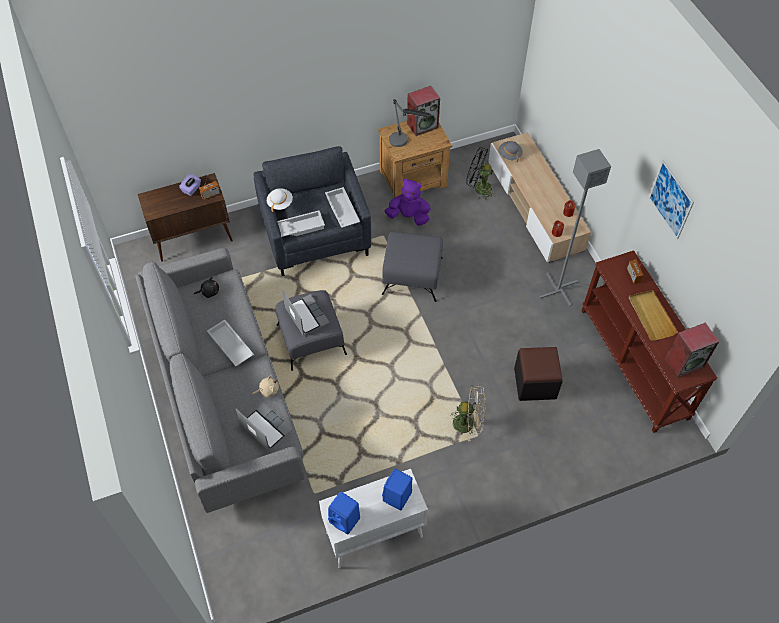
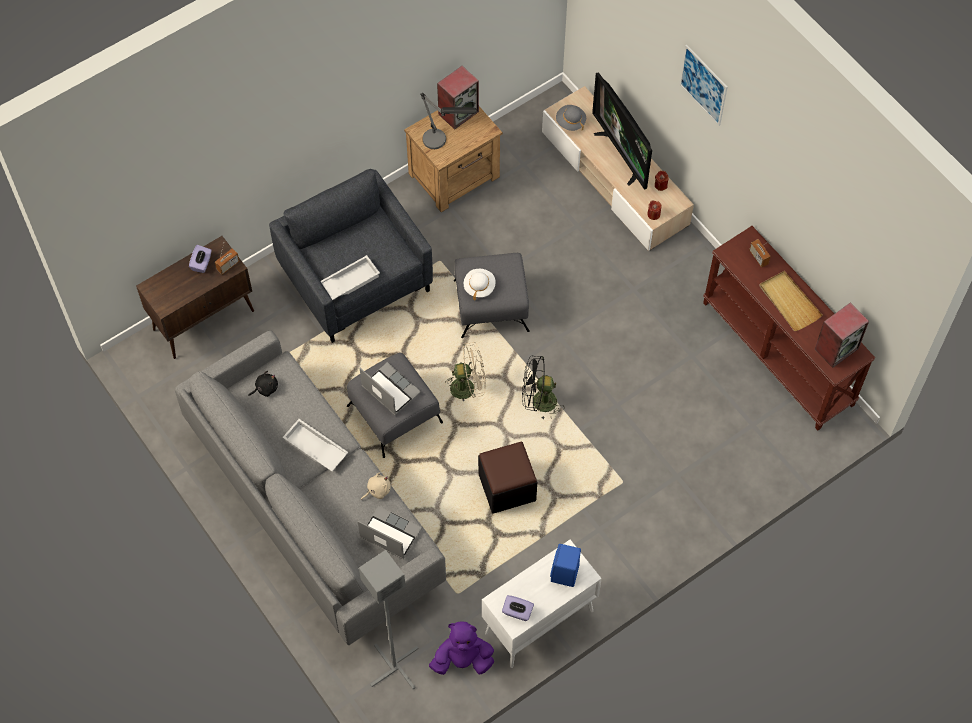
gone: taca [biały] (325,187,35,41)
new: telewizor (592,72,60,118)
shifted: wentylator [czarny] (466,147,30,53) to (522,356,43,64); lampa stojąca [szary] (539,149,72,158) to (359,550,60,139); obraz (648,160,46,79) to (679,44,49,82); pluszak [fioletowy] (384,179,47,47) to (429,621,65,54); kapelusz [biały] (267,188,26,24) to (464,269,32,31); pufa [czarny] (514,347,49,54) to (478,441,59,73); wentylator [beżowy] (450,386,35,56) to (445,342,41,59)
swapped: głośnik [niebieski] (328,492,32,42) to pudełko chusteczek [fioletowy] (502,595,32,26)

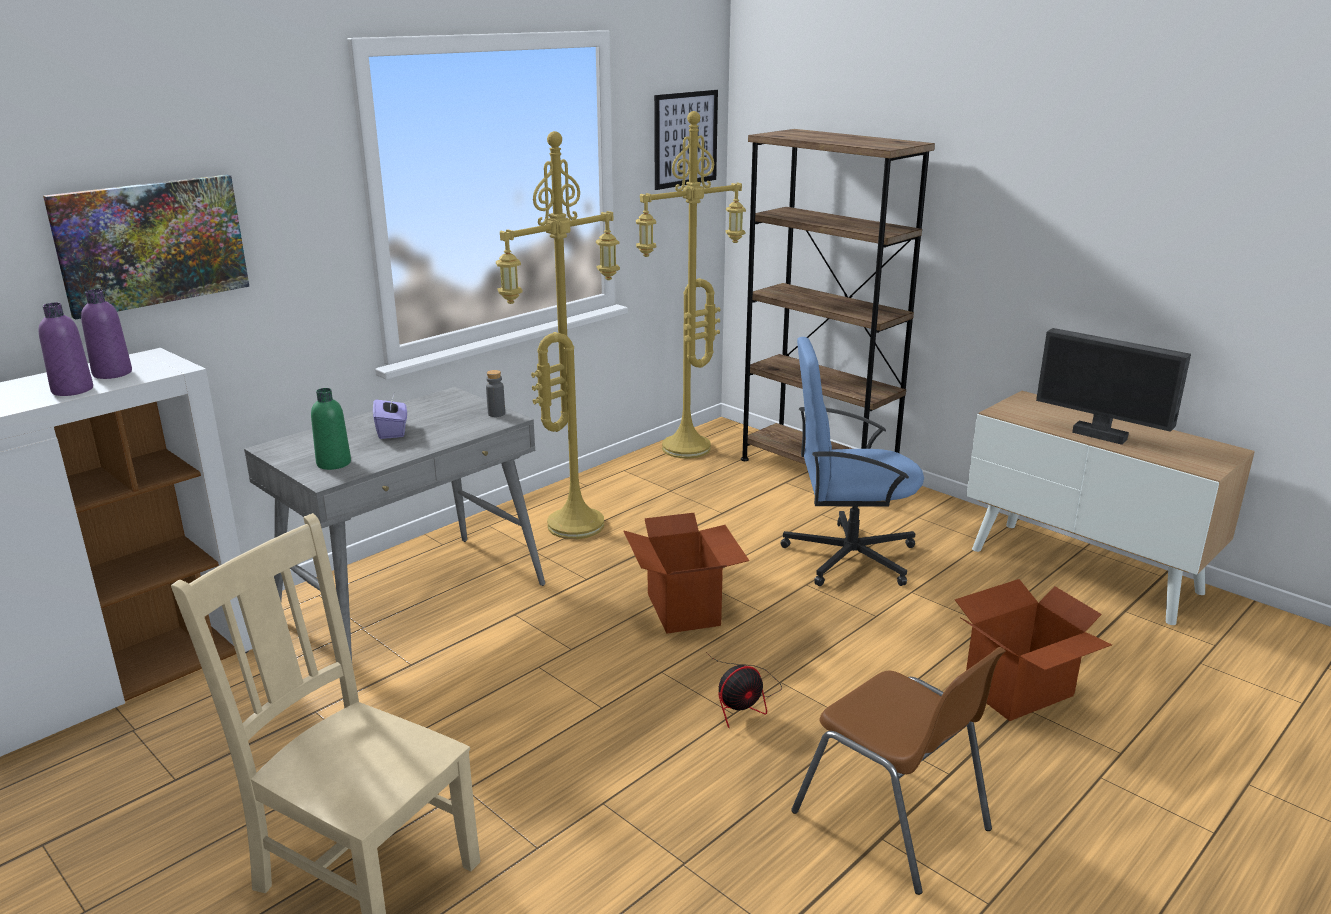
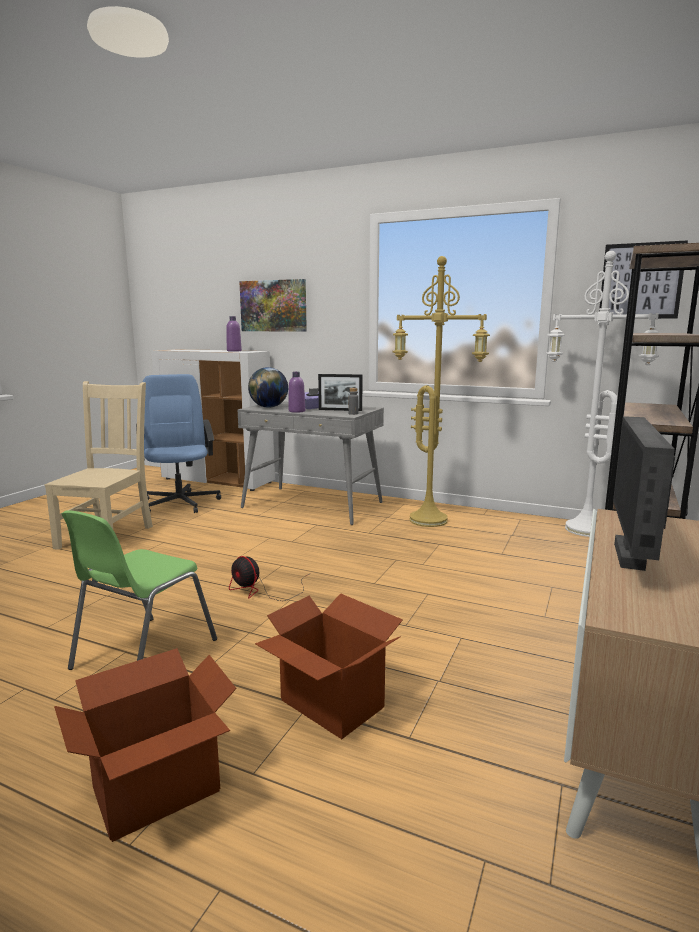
new: ramka na zdjęcie (318,374,44,37)
shifted: butelka [fioletowy] (39,303,54,93) to (288,372,17,41); krzesło biurowe [niebieski] (780,337,144,249) to (136,374,85,139); karton (623,513,126,121) to (54,648,183,194)
swapped: butelka [zielony] (311,388,40,82) to globus (248,367,40,41)
repainted: lampa stojąca [żółty] (636,111,110,348) to lampa stojąca [biały] (546,251,113,286); krzesło [brązowy] (791,647,215,248) to krzesło [zielony] (62,510,155,160)

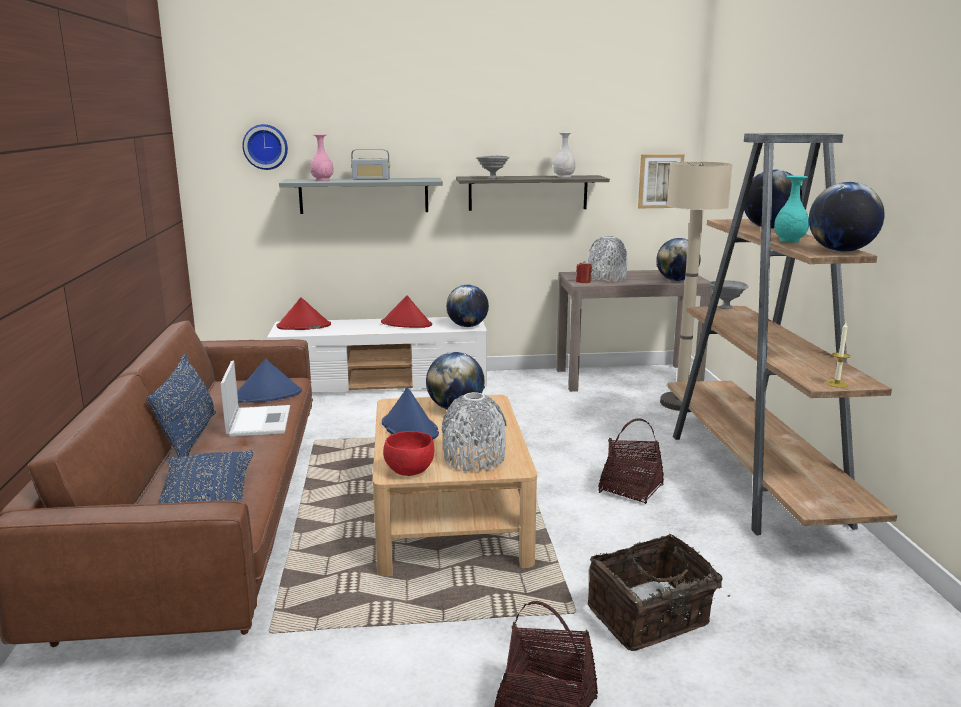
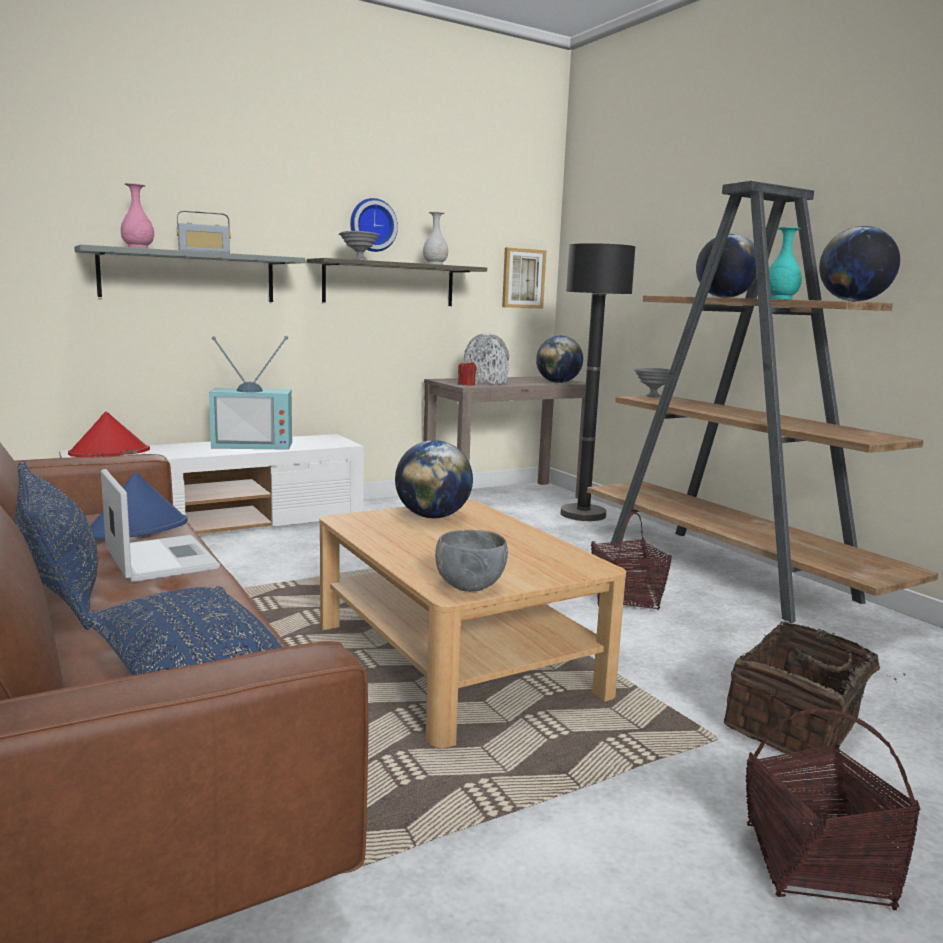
gone: globus (446,285,43,42); świeca (826,323,24,65); kapelusz [niebieski] (382,387,57,52); wazon [szary] (442,392,64,80)
shifted: zegar ścienny (242,124,46,46) to (350,198,48,54)
swapped: kapelusz [czerwony] (381,295,51,33) to telewizor (209,336,83,114)
repainted: lampa stojąca [beżowy] (660,162,72,249) to lampa stojąca [czarny] (560,243,75,278); miska [czerwony] (383,431,51,45) to miska [szary] (435,530,73,62)

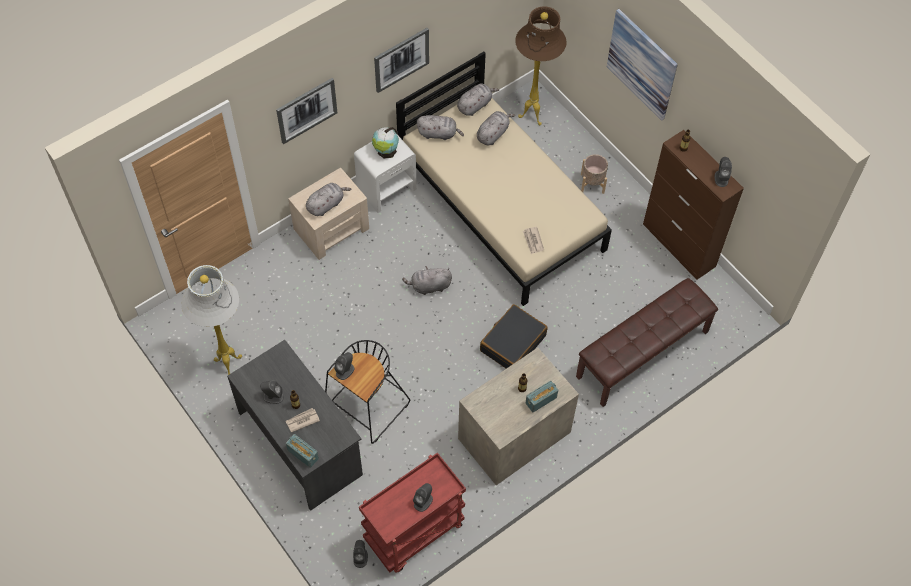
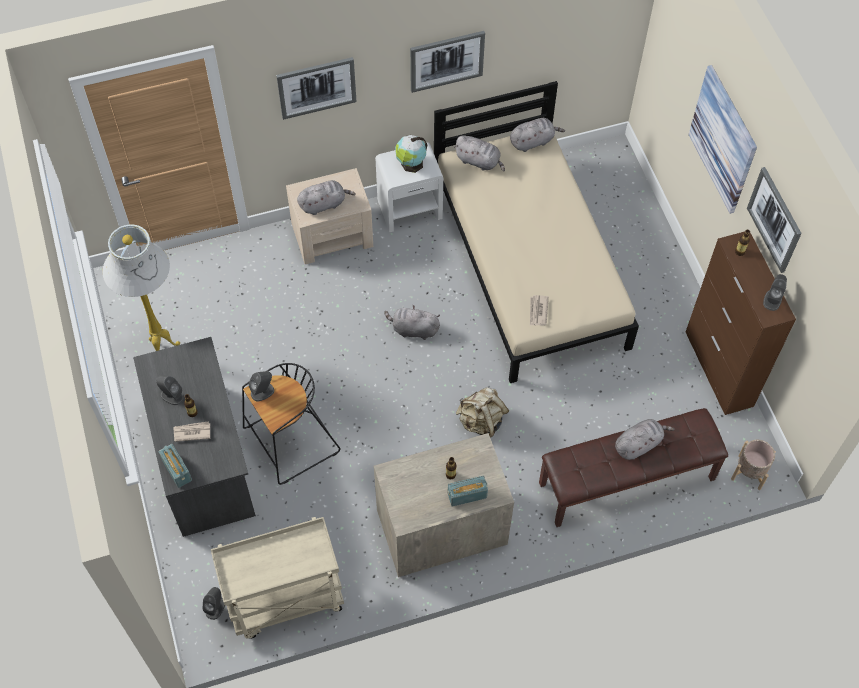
gone: lampa stojąca [brązowy] (515,6,51,119); głośnik [szary] (413,483,20,29)
new: obraz (747,167,55,106)
shifted: pluszak [szary] (477,111,38,34) to (615,419,59,41); donica [beżowy] (581,154,27,40) to (731,440,45,50)
swapped: walizka [czarny] (480,304,68,65) to plecak [beżowy] (456,387,53,51)
repainted: wózek [czerwony] (359,453,107,120) to wózek [beżowy] (210,517,134,122)

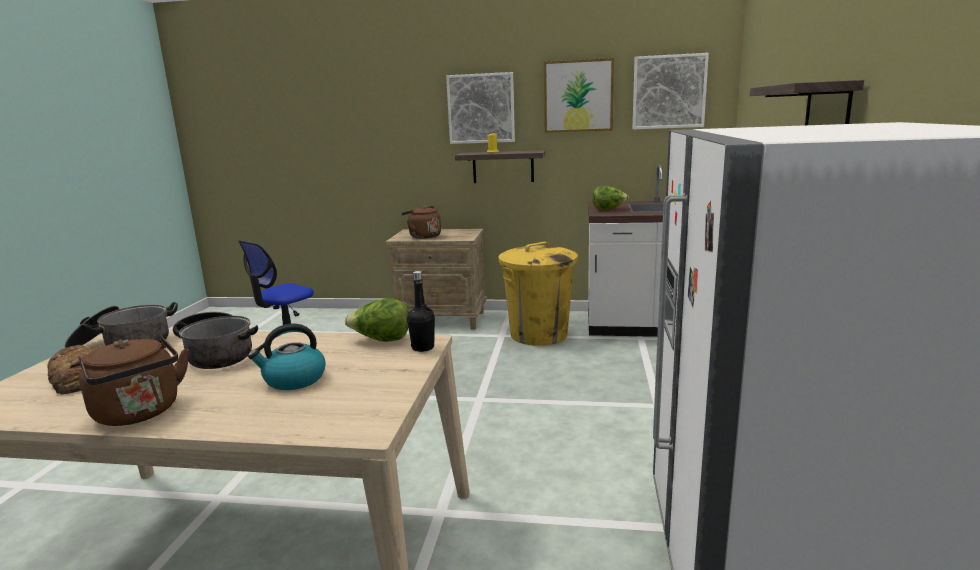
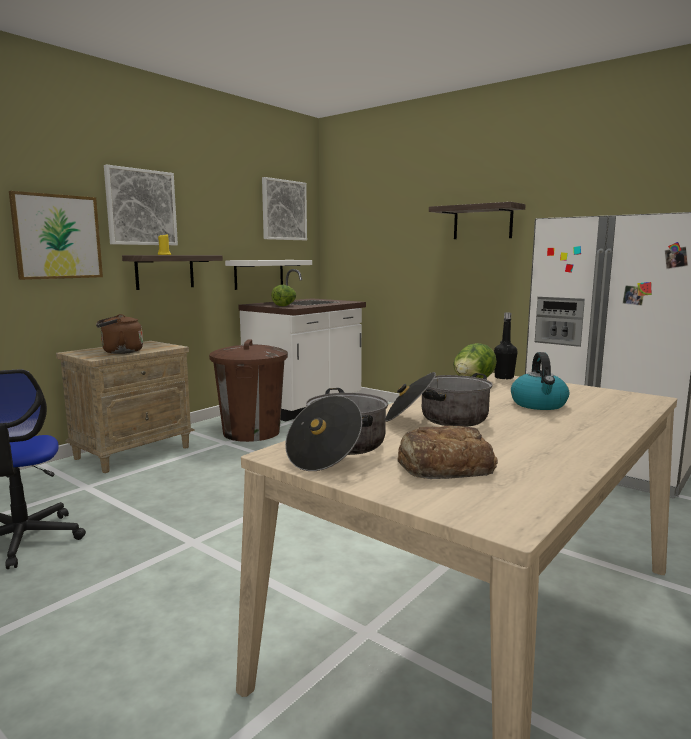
gone: czajnik [brązowy] (78,335,111,91)
new: półka [biały] (225,260,87,30)
shifted: obraz (544,58,70,75) to (9,191,94,89)
repainted: kosz na śmieci [żółty] (498,242,80,104) to kosz na śmieci [brązowy] (209,340,79,102)

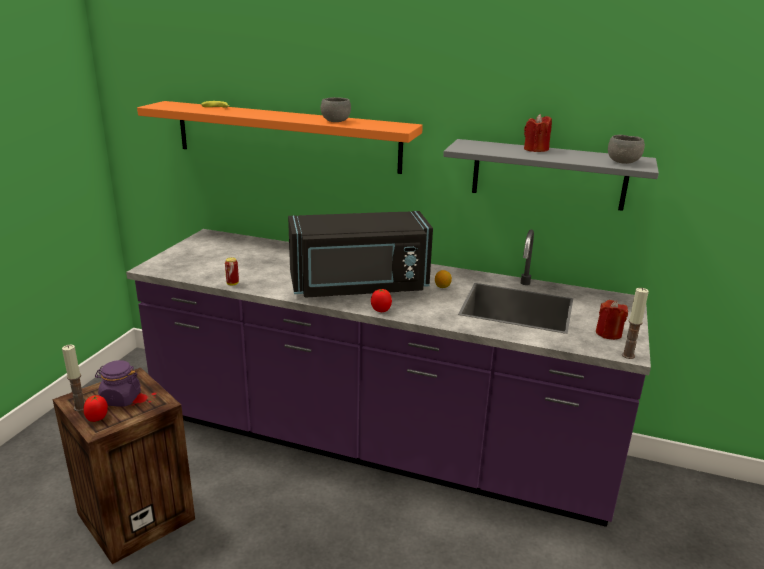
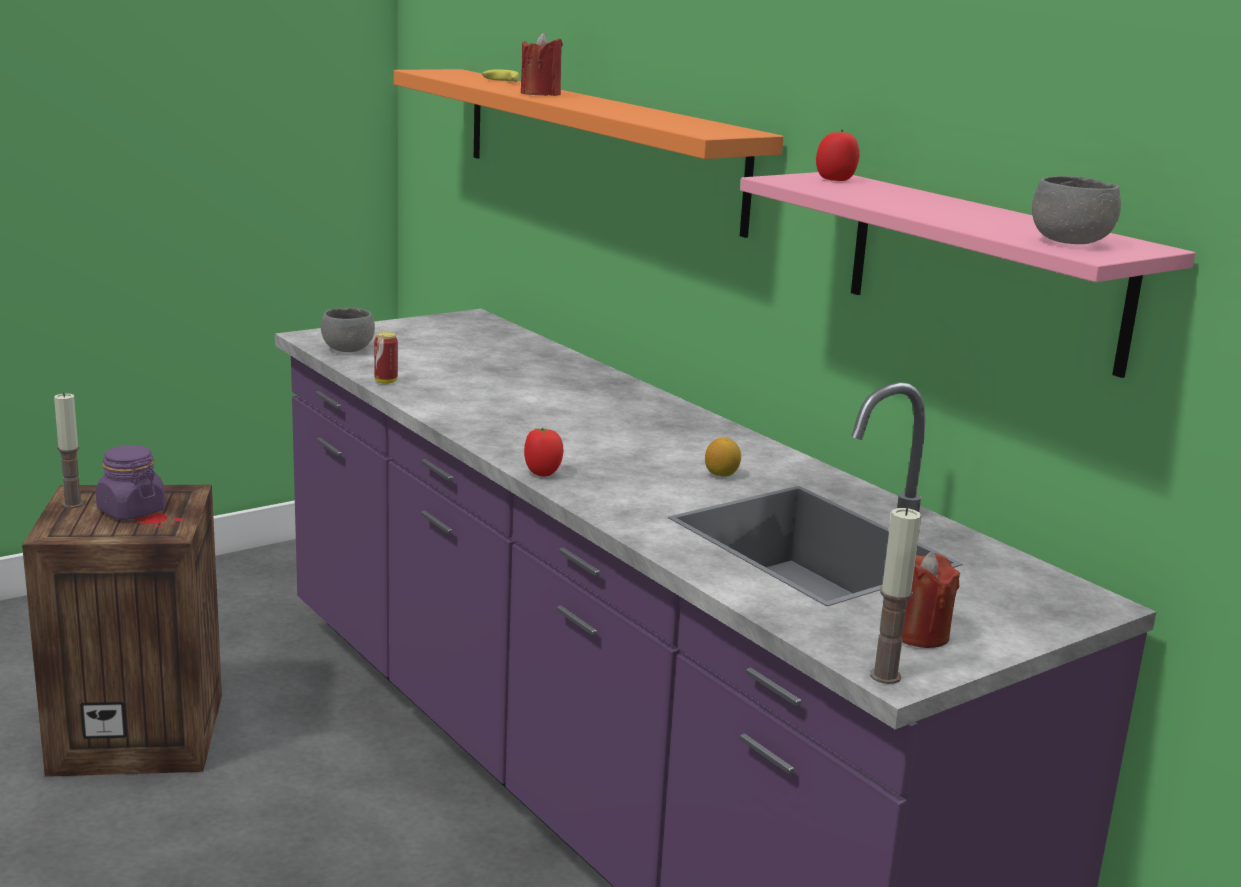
gone: mikrofalówka [czarny] (288,211,145,87)
shifted: miska [szary] (321,97,30,25) to (321,308,54,44); świeca [czerwony] (524,114,28,38) to (521,33,42,63); pomidor (84,395,24,27) to (816,129,44,52)
repainted: półka [szary] (443,139,216,72) to półka [różowy] (740,172,455,206)

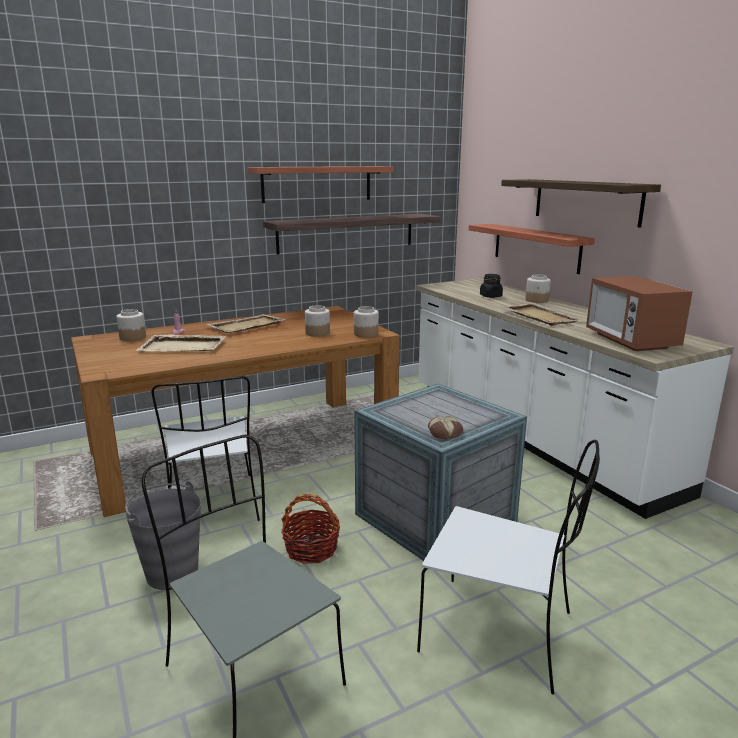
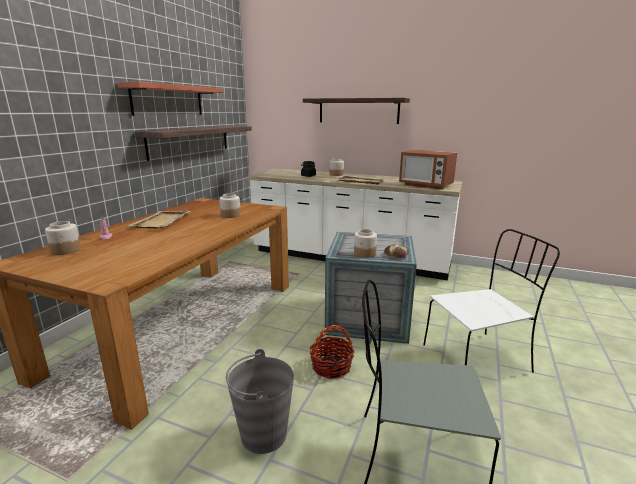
gone: półka (469,224,126,50); taca [beżowy] (136,335,90,17); krzesło [biały] (151,376,109,145)
shifted: słoik (354,306,25,32) to (354,229,23,29)

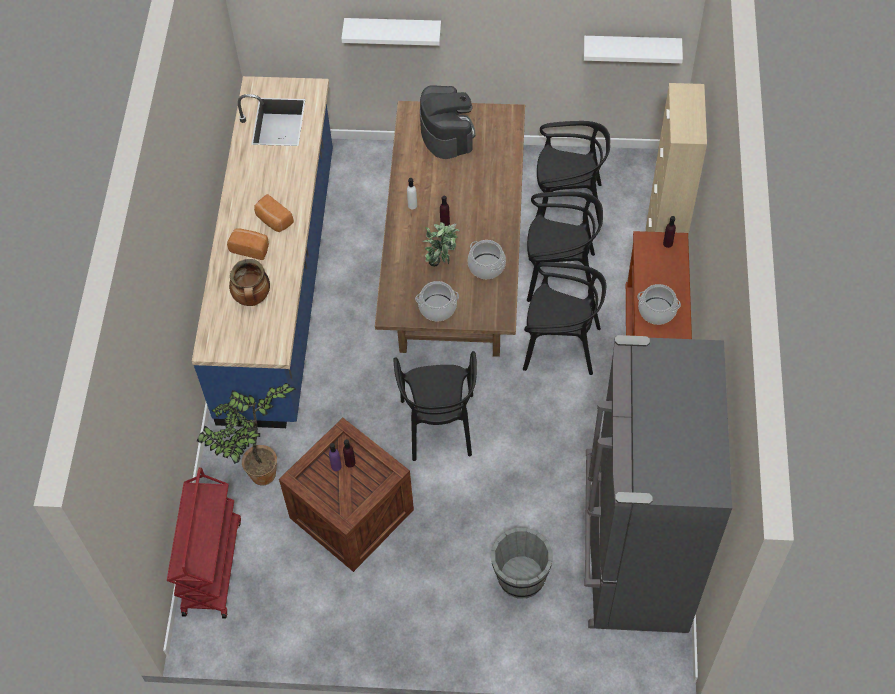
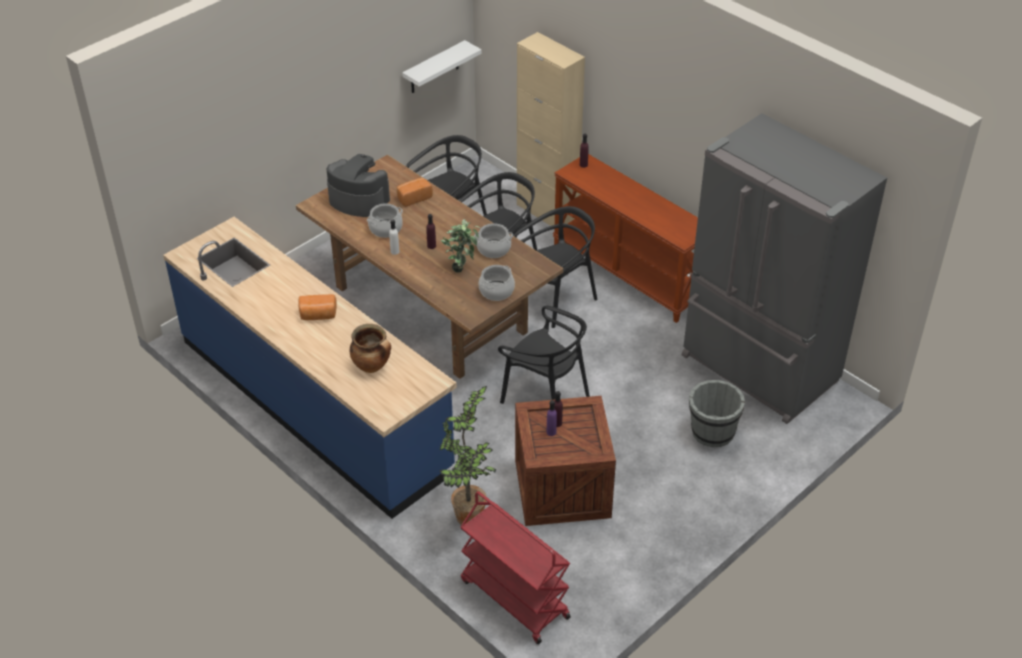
gone: półka [biały] (341,18,100,28)
shifted: chleb (227,228,42,32) to (397,178,36,29); garnek (637,284,44,41) to (367,203,36,35)

